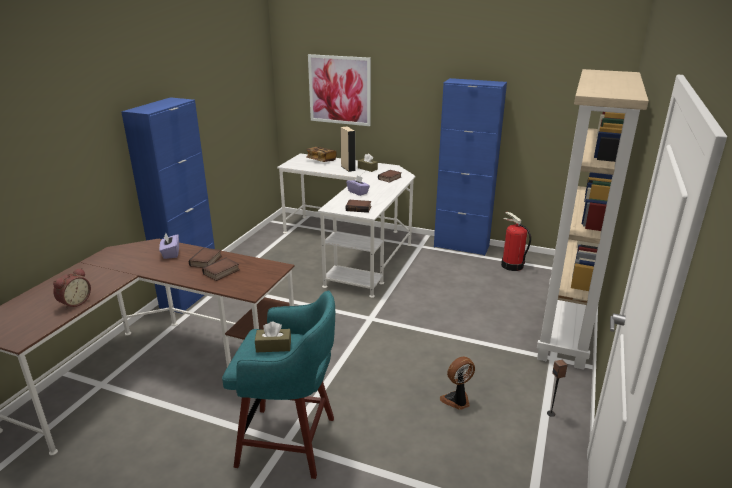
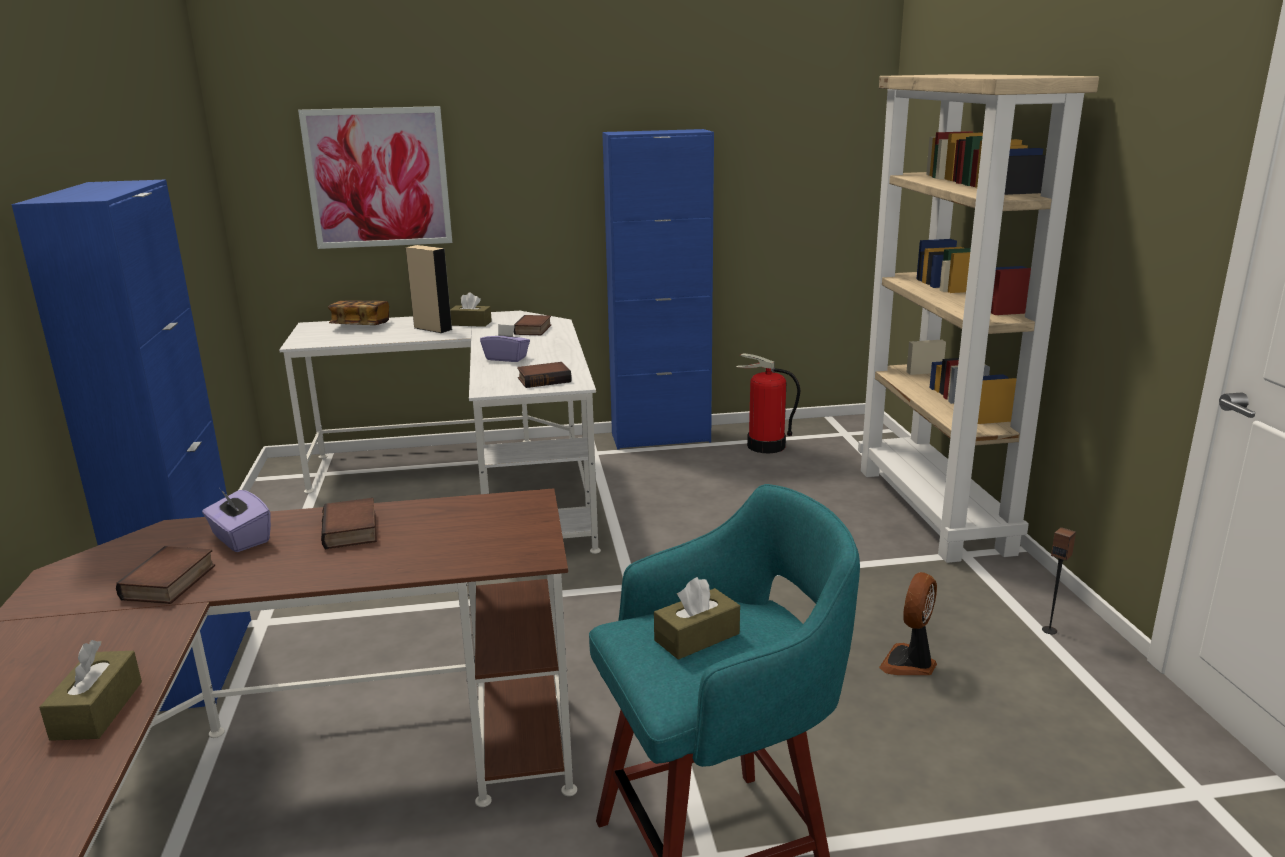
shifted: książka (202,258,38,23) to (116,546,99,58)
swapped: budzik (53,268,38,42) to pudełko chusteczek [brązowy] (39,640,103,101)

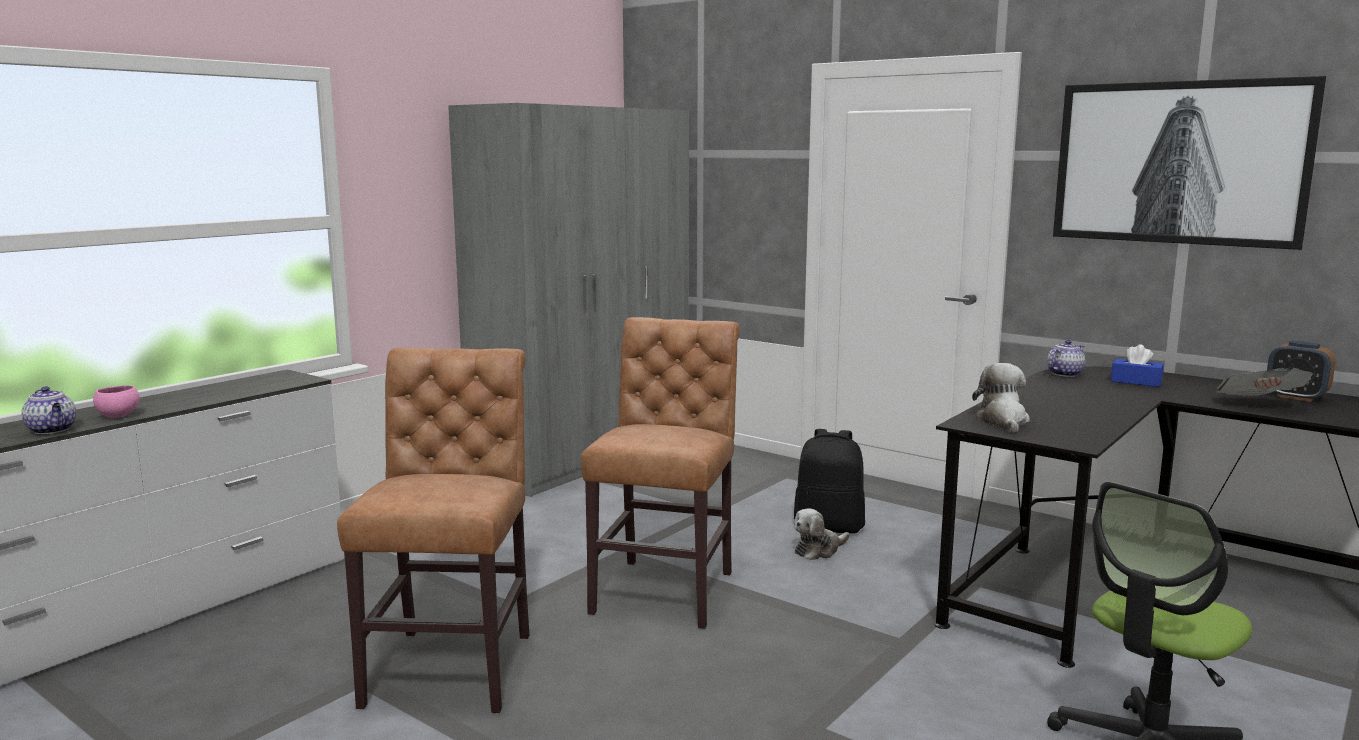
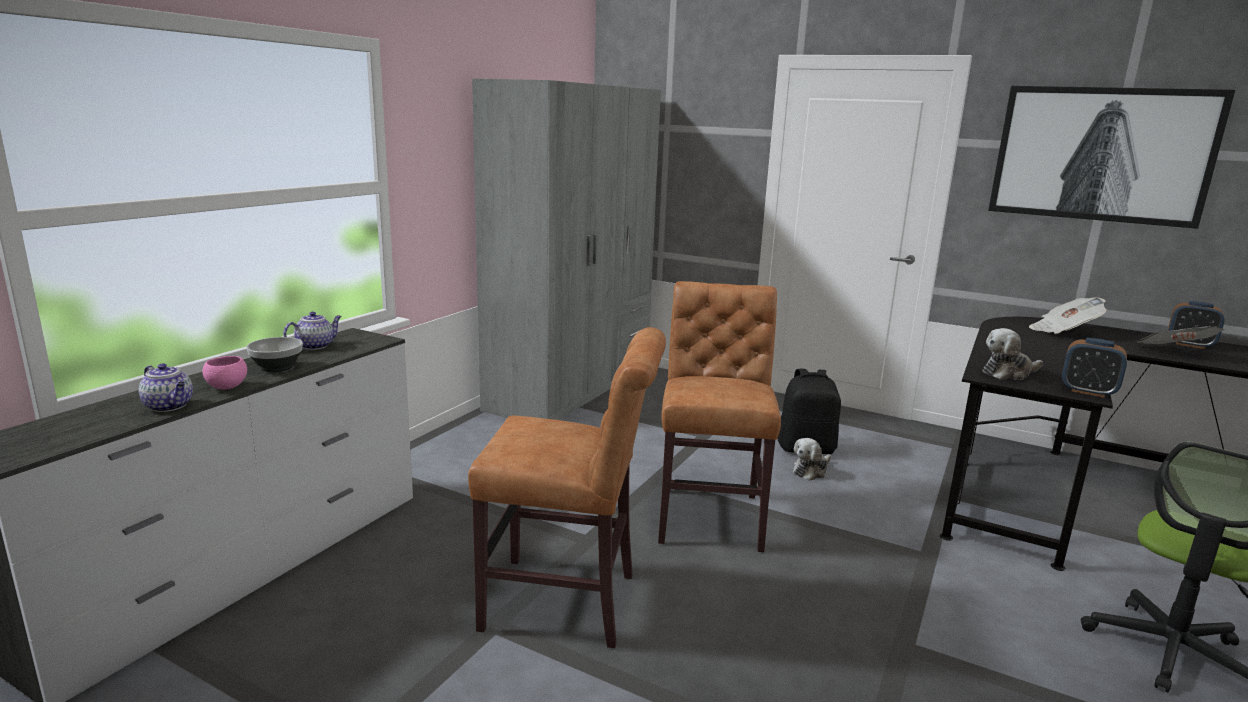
new: miska (246,337,57,35); budzik (1062,338,65,60)
shifted: imbryk (1047,340,38,37) to (283,311,59,39)
swapped: pudełko chusteczek [niebieski] (1111,344,53,43) to gazeta (1029,297,78,37)
rotated: krzesło [brązowy] (337,348,192,365) = (468,327,198,321) 105 degrees clockwise; pluszak (972,363,58,69) = (983,328,60,52) 105 degrees counterclockwise

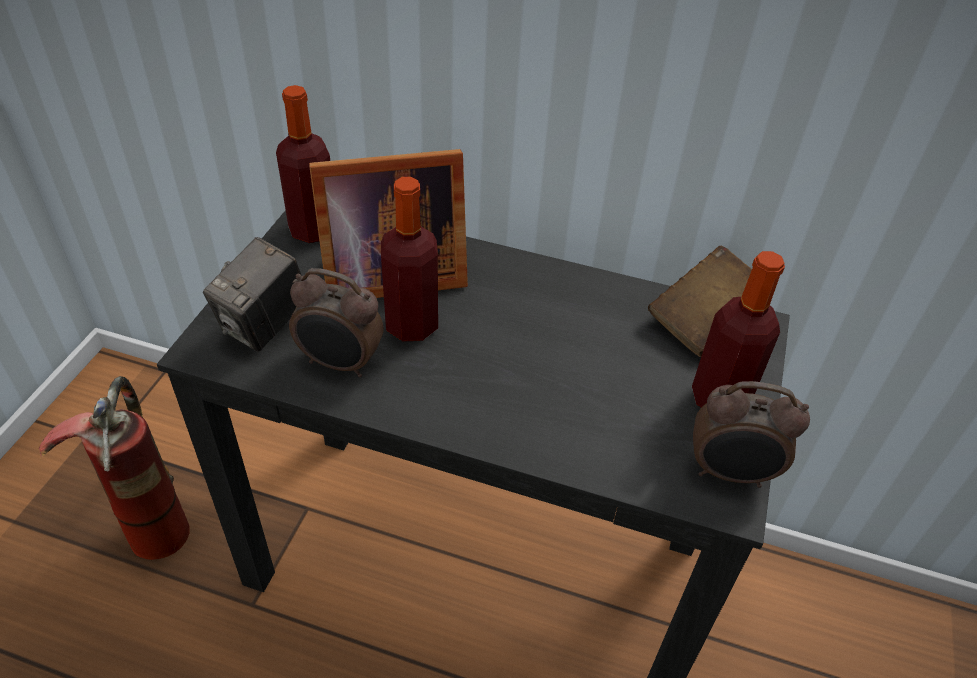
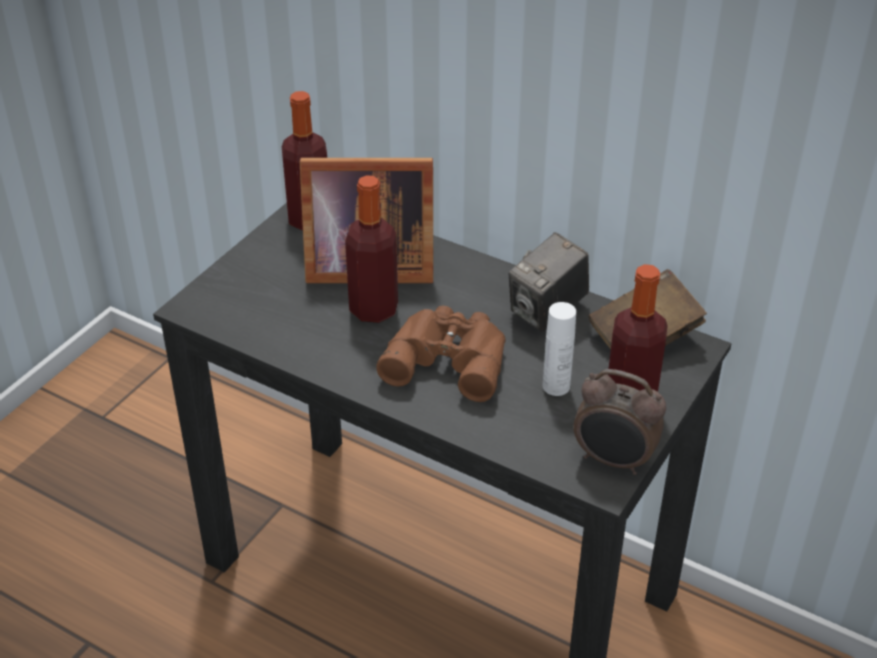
gone: budzik (289,268,95,109); gaśnica (39,376,150,184)
new: butelka [biały] (543,302,33,94); lornetka [brązowy] (376,306,130,96)
shifted: aparat fotograficzny (203,237,99,115) to (509,232,80,100)

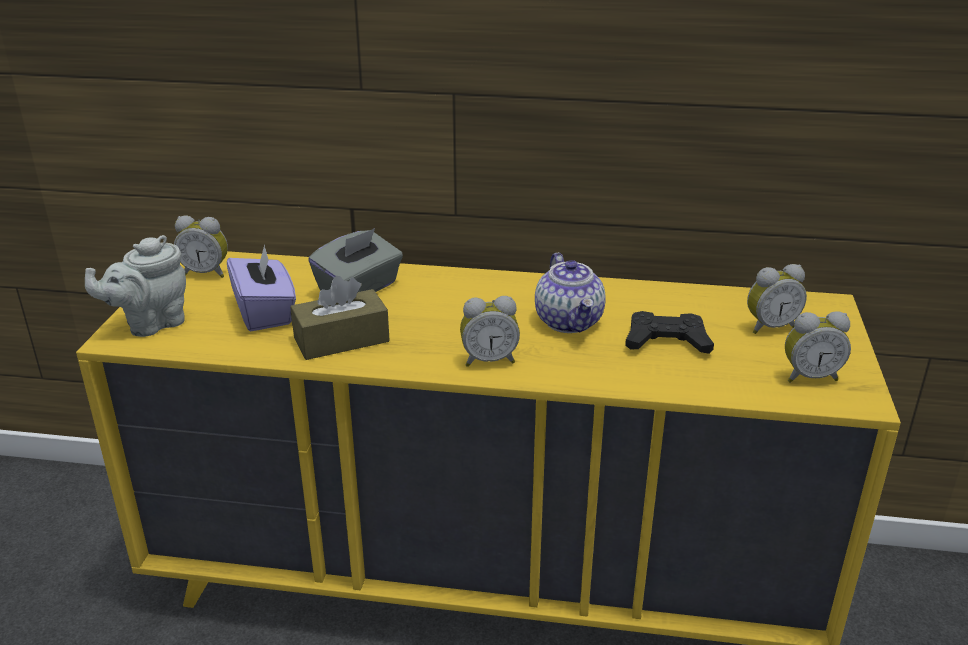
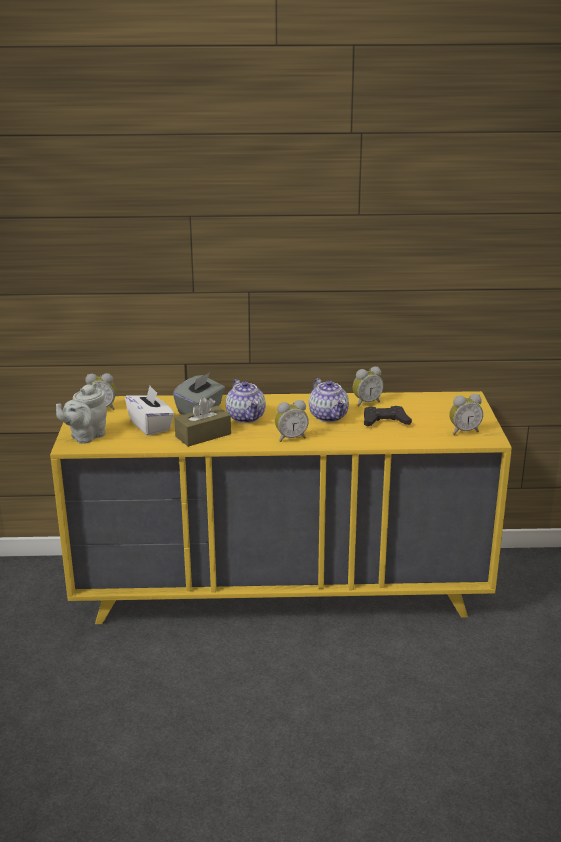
new: imbryk (225,379,41,44)
shifted: budzik (747,264,60,70) to (353,367,31,40)
repainted: pudełko chusteczek [fioletowy] (227,244,69,87) to pudełko chusteczek [biały] (125,386,49,50)

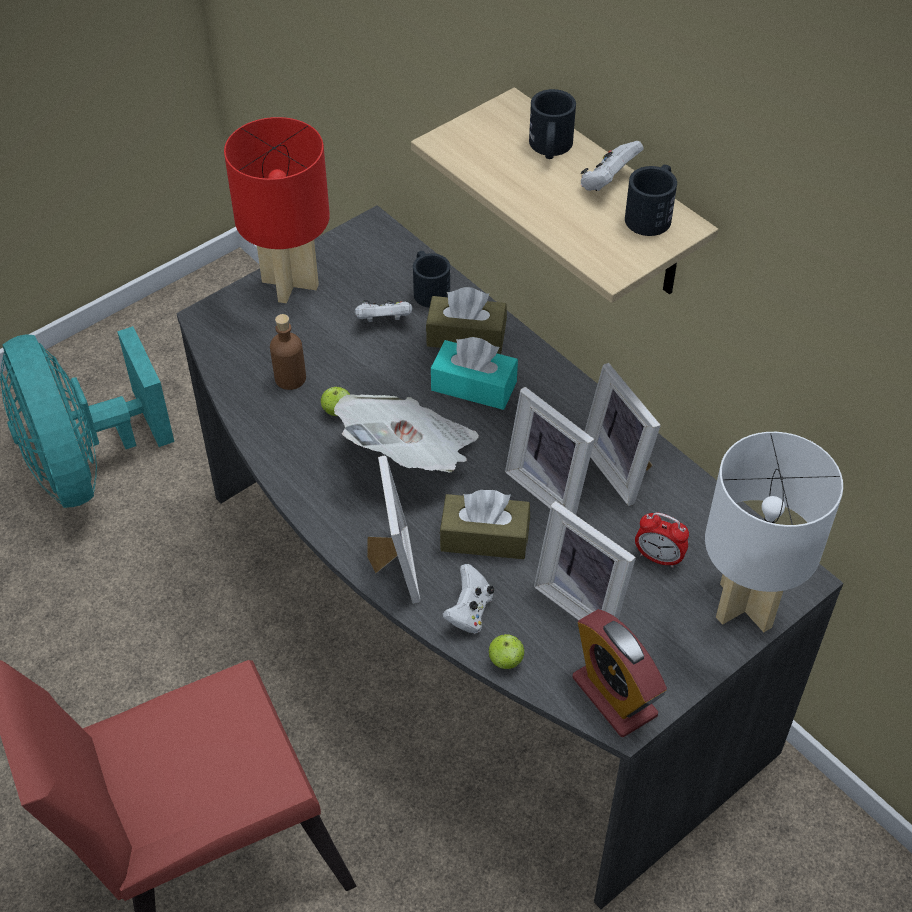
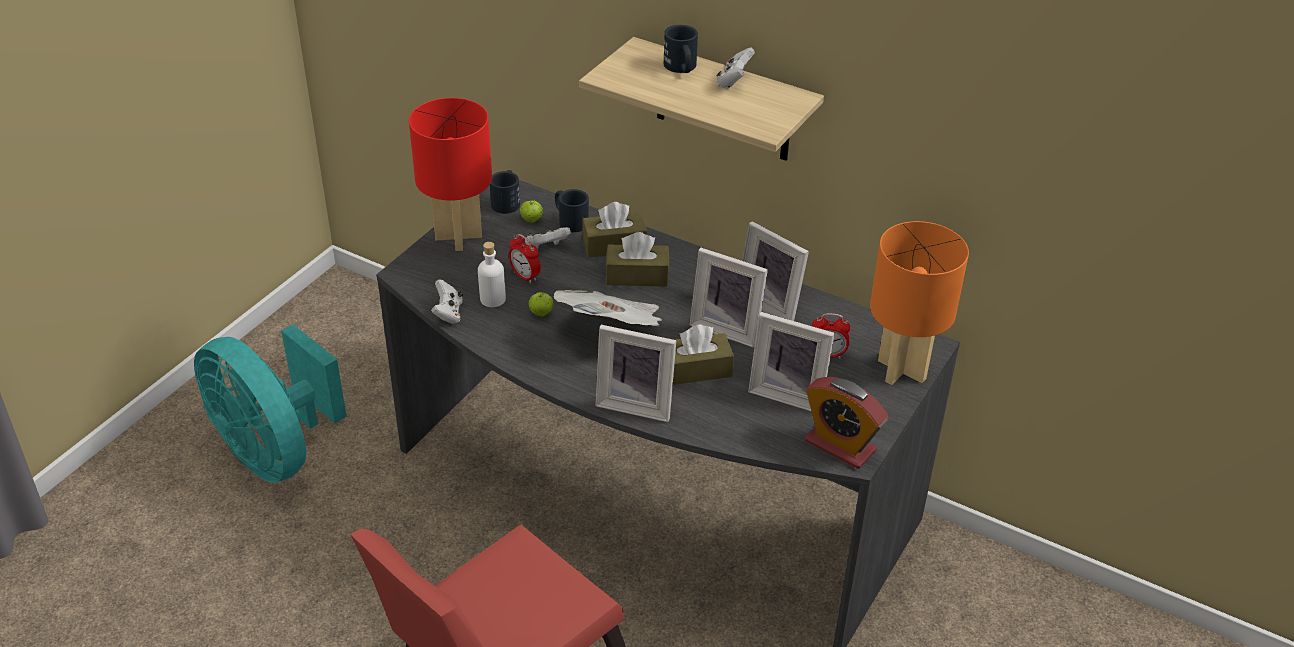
new: budzik (509,234,32,50)
shifted: kubek [czarny] (625,165,52,71) to (490,170,30,44); pad do gier [biały] (442,564,52,70) to (431,279,32,45); jabłko (489,634,35,35) to (520,201,23,22)
repainted: butelka [brązowy] (270,314,36,76) to butelka [biały] (478,242,28,65); pudełko chusteczek [turkusowy] (431,337,87,73) to pudełko chusteczek [brązowy] (606,232,63,55); lampa stołowa [biały] (705,432,138,200) to lampa stołowa [pomarańczowy] (870,221,99,164)
rotated: ramka na zdjęcie (367,456,53,148) = (595,325,81,97) 135 degrees clockwise

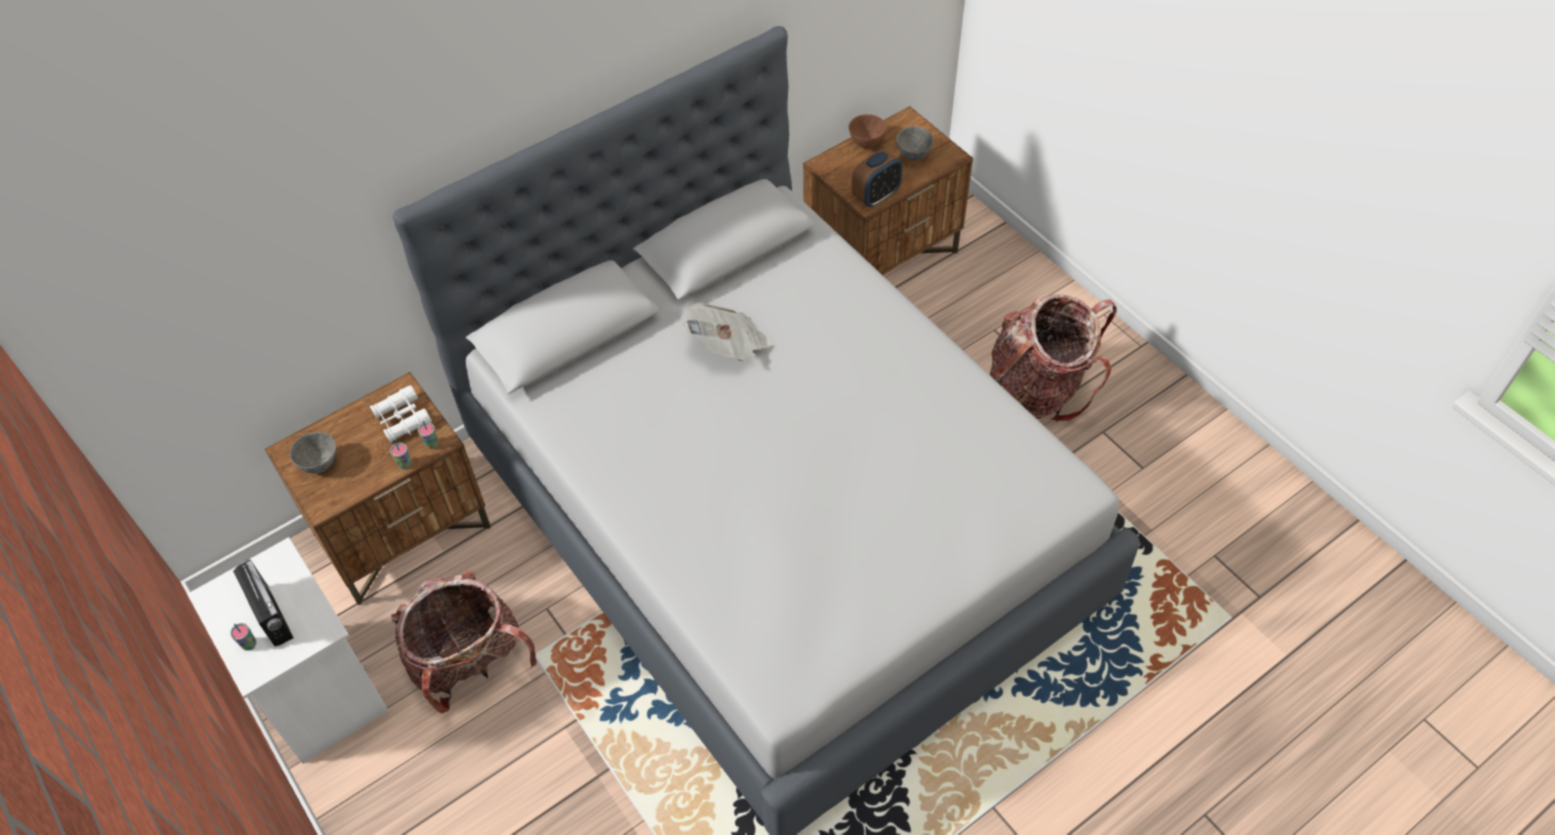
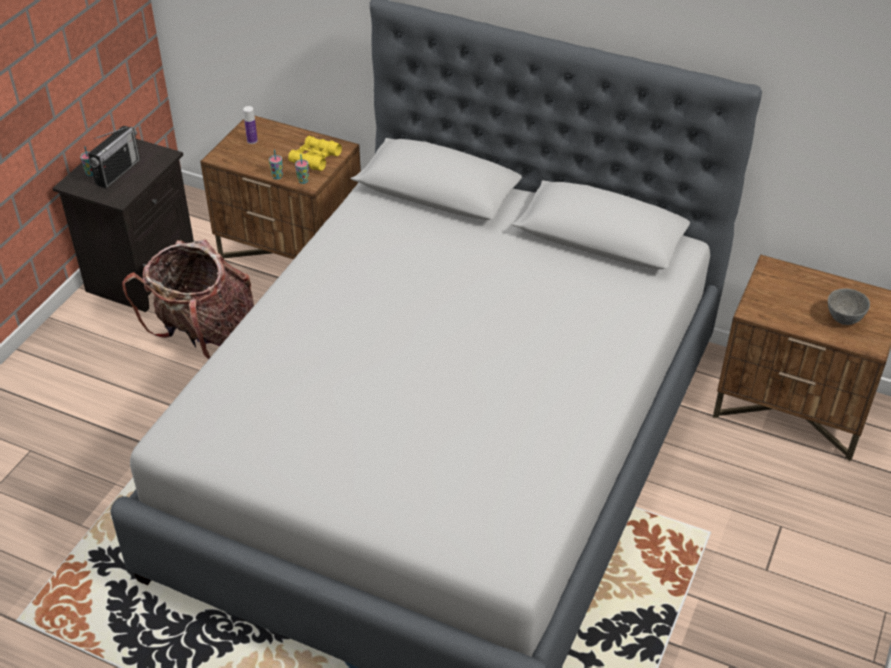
gone: miska [brązowy] (849,114,38,34); budzik (852,149,51,58); plecak (989,294,128,128); gazeta (683,302,89,59)
swapped: miska [szary] (290,432,47,42) to butelka (243,106,15,38)
repainted: lornetka [biały] (370,385,62,58) to lornetka [żółty] (288,136,54,35); szafka nocna [biały] (187,537,202,227) to szafka nocna [czarny] (52,139,142,173)

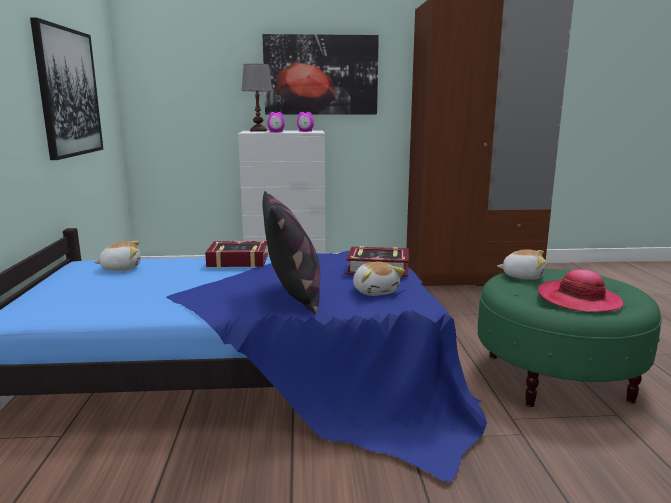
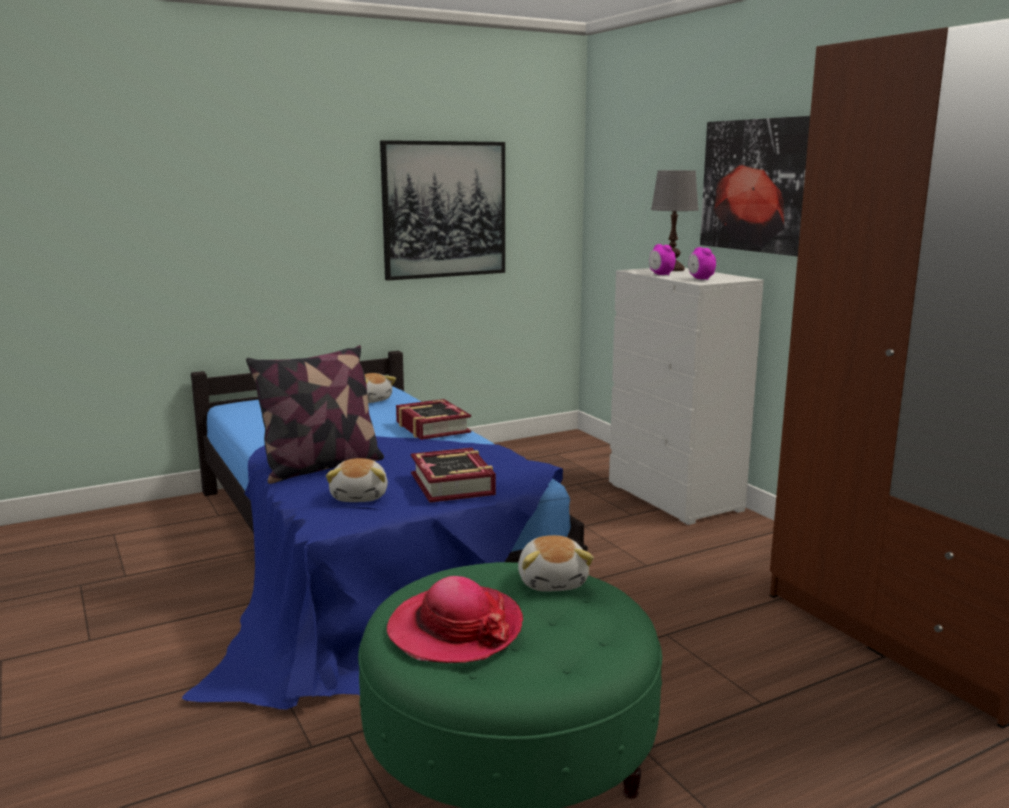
rotated: pluszak (353,262,52,34) = (326,458,62,44) 45 degrees counterclockwise

